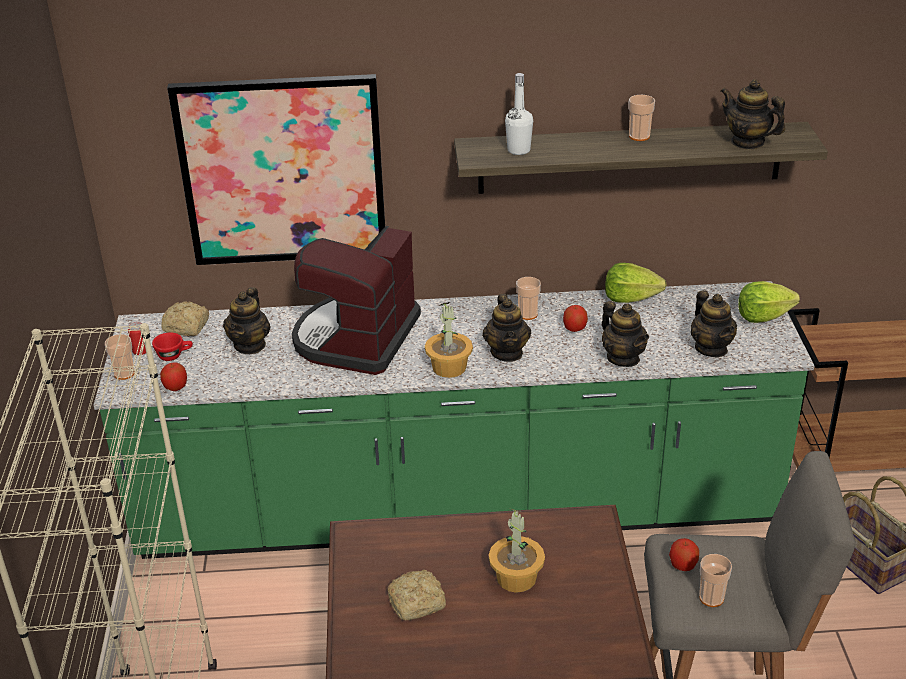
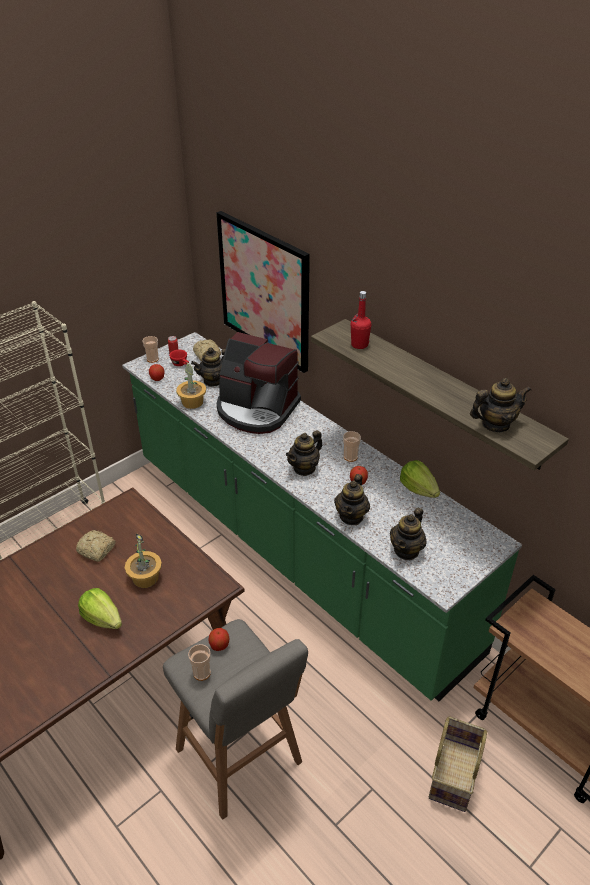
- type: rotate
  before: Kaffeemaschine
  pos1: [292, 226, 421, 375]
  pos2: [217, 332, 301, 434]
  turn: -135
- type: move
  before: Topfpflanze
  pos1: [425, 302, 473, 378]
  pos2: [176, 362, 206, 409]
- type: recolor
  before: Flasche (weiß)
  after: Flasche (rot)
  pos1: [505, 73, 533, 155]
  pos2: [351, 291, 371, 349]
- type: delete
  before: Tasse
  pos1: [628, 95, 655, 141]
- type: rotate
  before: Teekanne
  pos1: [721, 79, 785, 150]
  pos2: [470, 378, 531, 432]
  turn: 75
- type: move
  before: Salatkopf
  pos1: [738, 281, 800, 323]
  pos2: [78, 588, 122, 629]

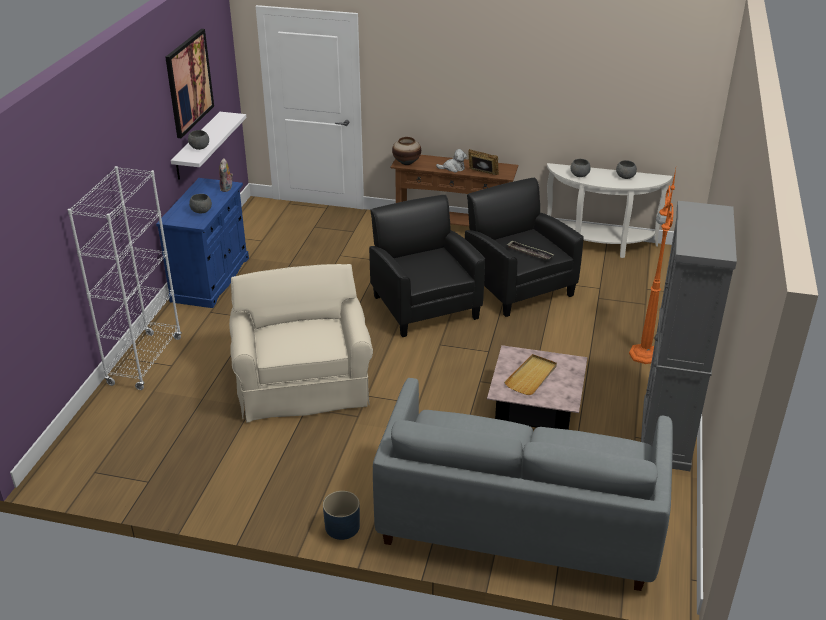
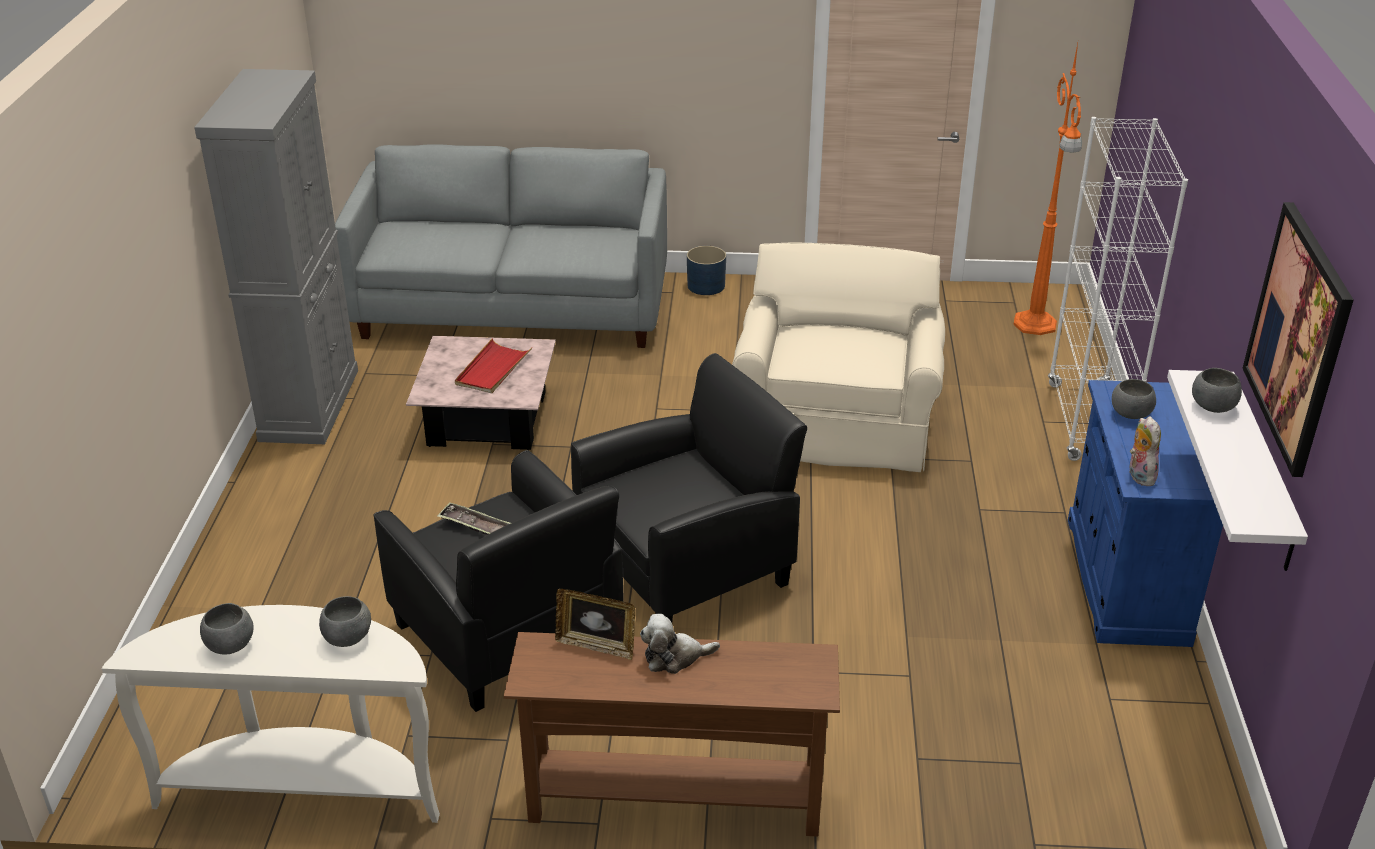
- type: rotate
  before: Sessel (beige)
  pos1: [229, 264, 373, 423]
  pos2: [732, 242, 945, 472]
  turn: -150
- type: rotate
  before: Sessel (schwarz)
  pos1: [369, 195, 485, 337]
  pos2: [571, 353, 807, 622]
  turn: -90
- type: delete
  before: Vase
  pos1: [392, 137, 421, 165]
- type: recolor
  before: Tablett (beige)
  after: Tablett (rot)
  pos1: [504, 354, 557, 395]
  pos2: [455, 338, 532, 394]
- type: move
  before: Stehlampe (orange)
  pos1: [629, 169, 676, 364]
  pos2: [1013, 43, 1082, 335]

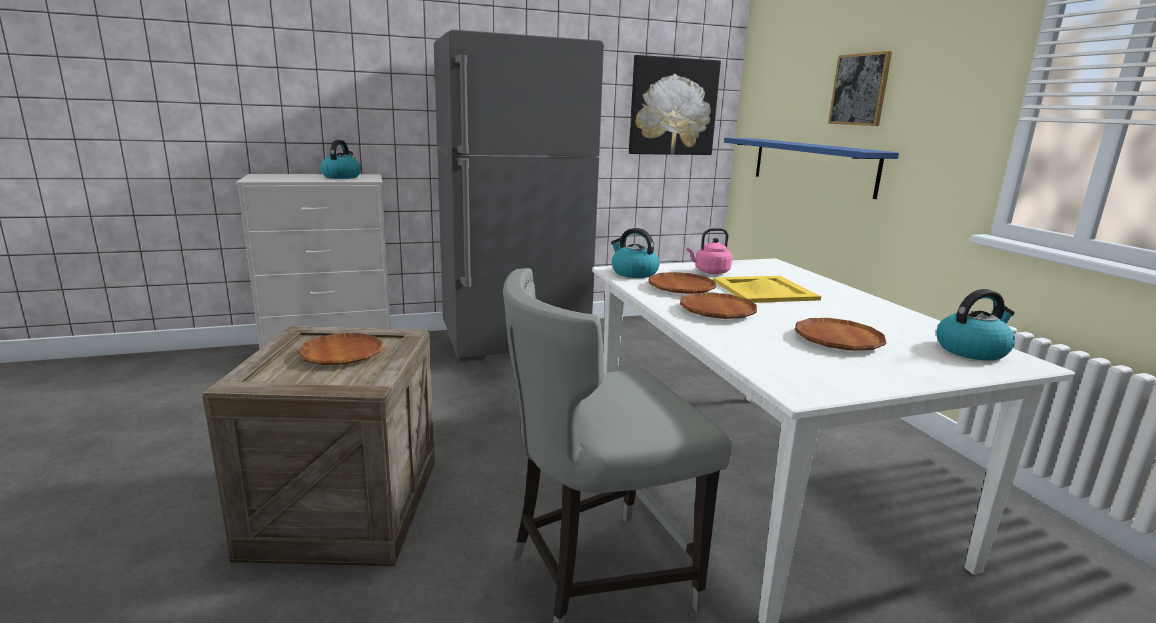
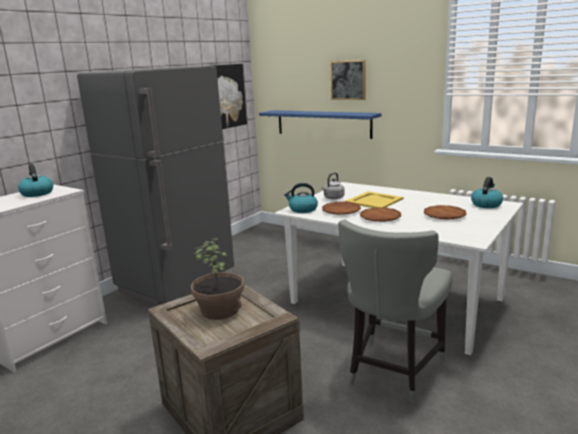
- type: replace
  before: Teller (braun)
  after: Topfpflanze
  pos1: [297, 333, 384, 365]
  pos2: [191, 238, 244, 320]
- type: recolor
  before: Wasserkessel (rosa)
  after: Wasserkessel (grau)
  pos1: [686, 228, 732, 274]
  pos2: [322, 172, 344, 199]

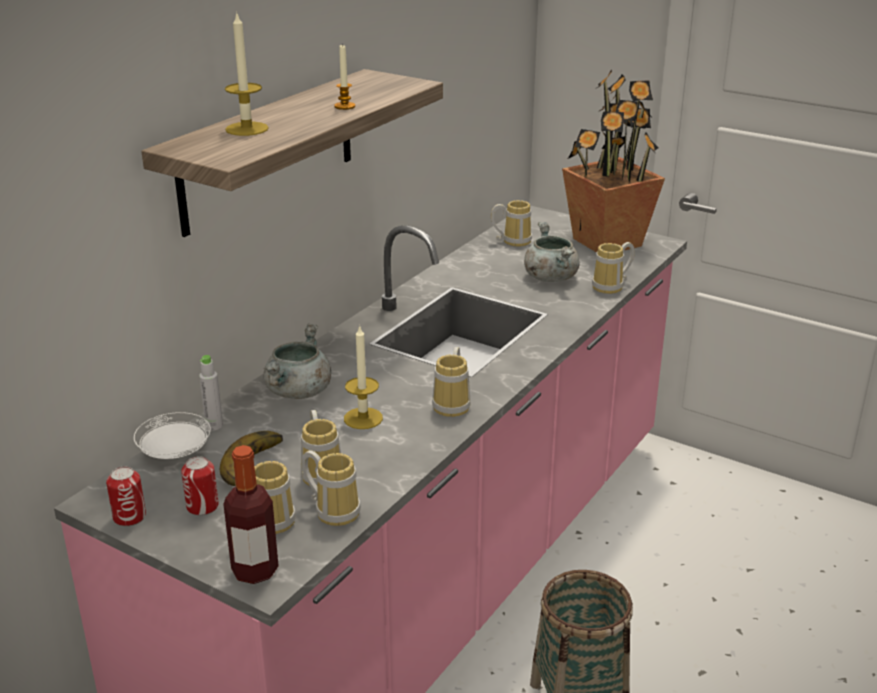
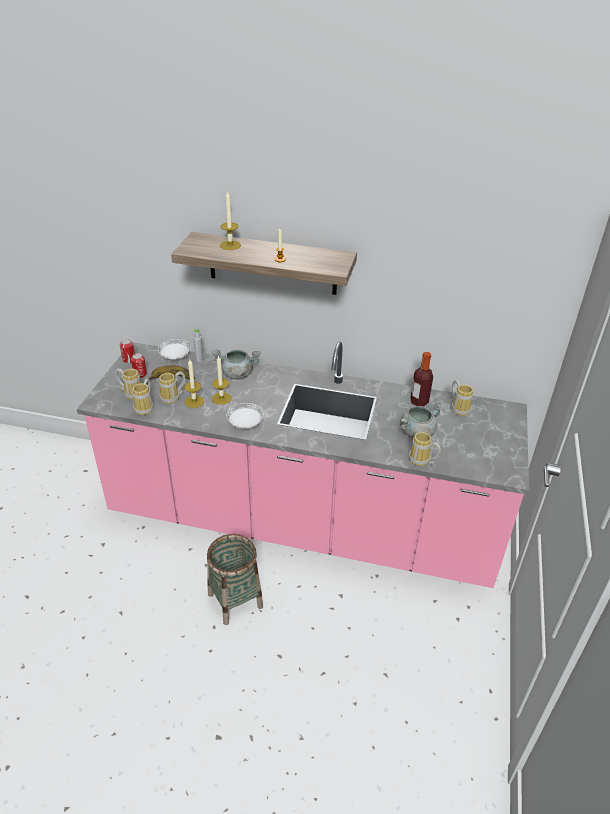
- type: move
  before: Flasche
  pos1: [223, 445, 279, 584]
  pos2: [410, 352, 433, 407]
- type: replace
  before: Henkelbecher
  after: Teller (weiß)
  pos1: [432, 347, 470, 417]
  pos2: [227, 403, 264, 428]
- type: delete
  before: Topfpflanze
  pos1: [562, 69, 665, 253]
- type: insert
  after: Kerze
  pos2: [184, 359, 204, 408]

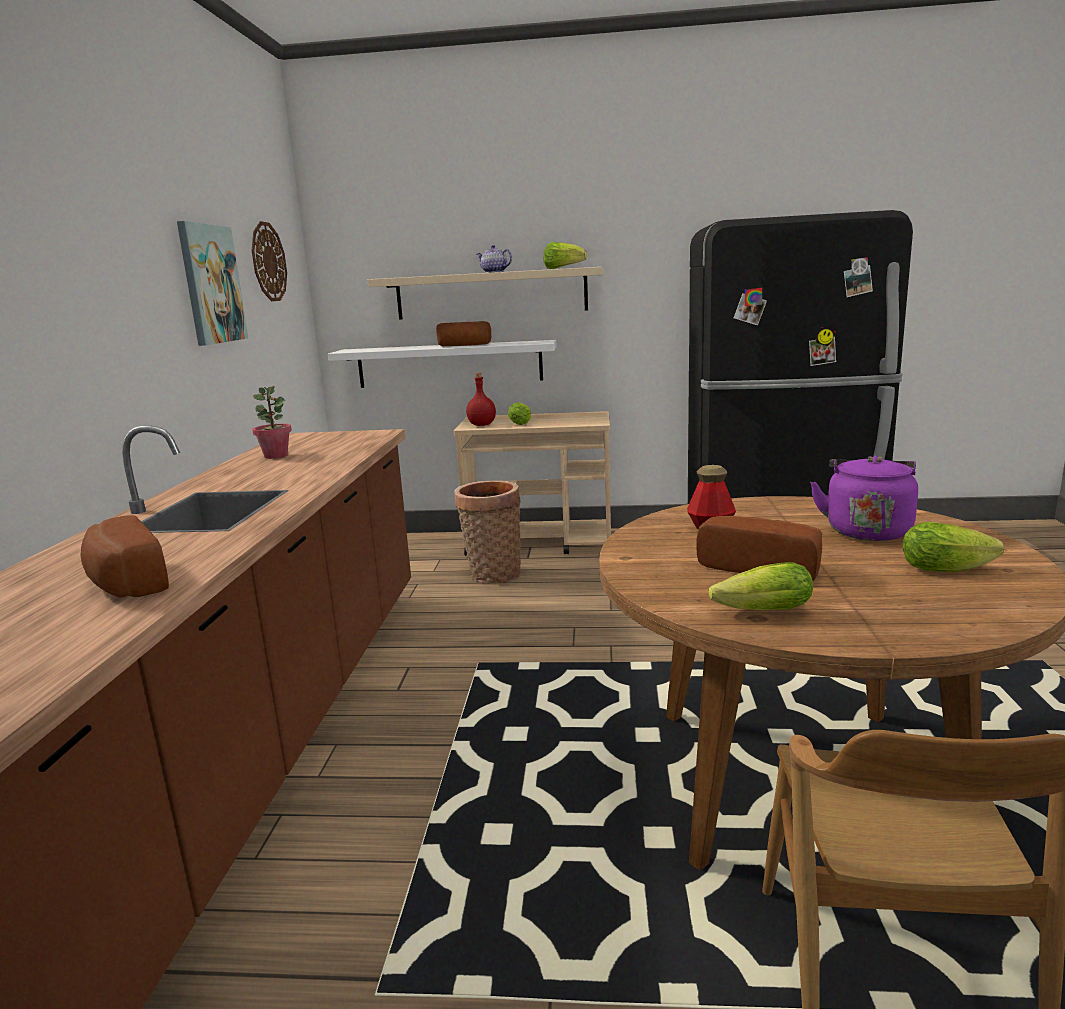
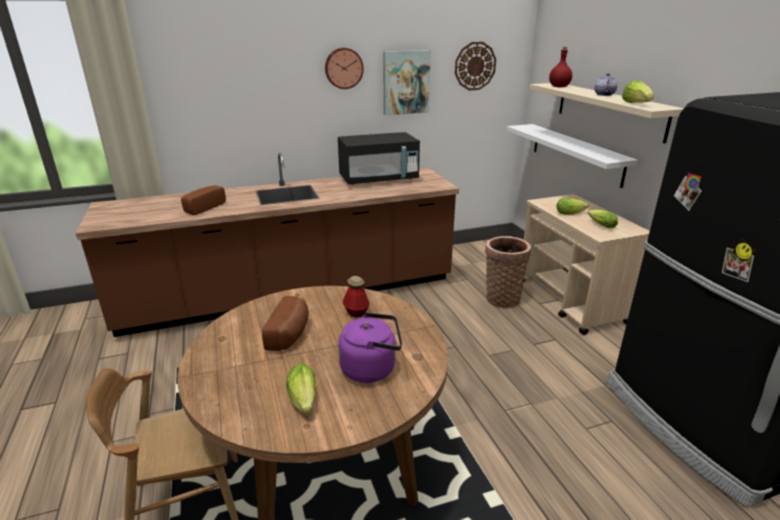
- type: replace
  before: Topfpflanze
  after: Mikrowelle (schwarz)
  pos1: [252, 386, 292, 459]
  pos2: [338, 132, 420, 185]
- type: delete
  before: Brot
  pos1: [436, 321, 491, 346]
- type: move
  before: Flasche (rot)
  pos1: [466, 373, 496, 426]
  pos2: [549, 47, 572, 87]
- type: move
  before: Salatkopf
  pos1: [708, 562, 813, 610]
  pos2: [588, 210, 618, 228]
- type: insert
  after: Wanduhr
  pos2: [325, 48, 364, 89]

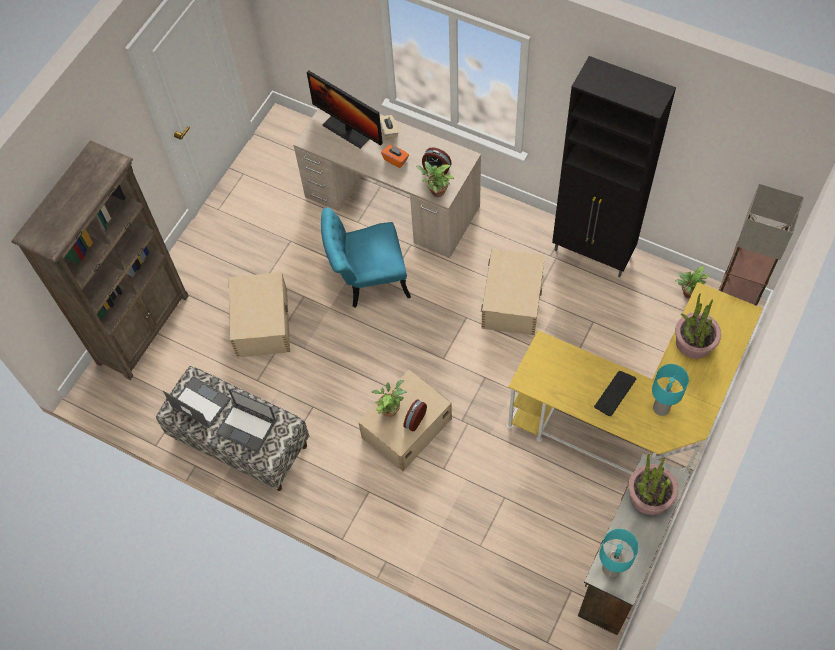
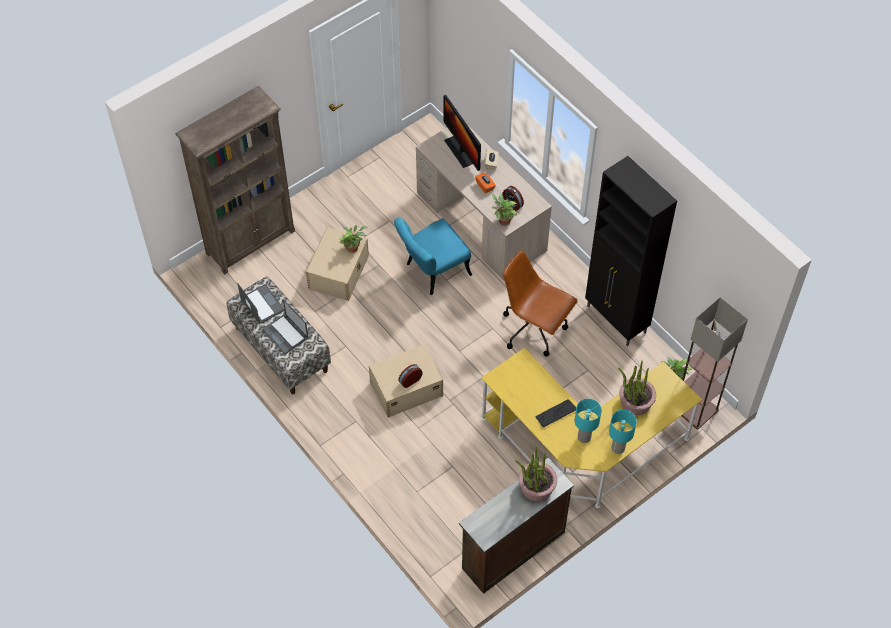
- type: rotate
  before: Stuhl (türkis)
  pos1: [321, 208, 411, 308]
  pos2: [394, 218, 472, 295]
  turn: -45
- type: move
  before: Topfpflanze
  pos1: [372, 380, 407, 417]
  pos2: [339, 225, 367, 253]
- type: replace
  before: Aufbewahrungsbox (beige)
  after: Bürostuhl (braun)
  pos1: [481, 249, 545, 335]
  pos2: [503, 250, 578, 357]
- type: move
  before: Tischlampe (türkis)
  pos1: [599, 529, 639, 578]
  pos2: [609, 410, 637, 454]

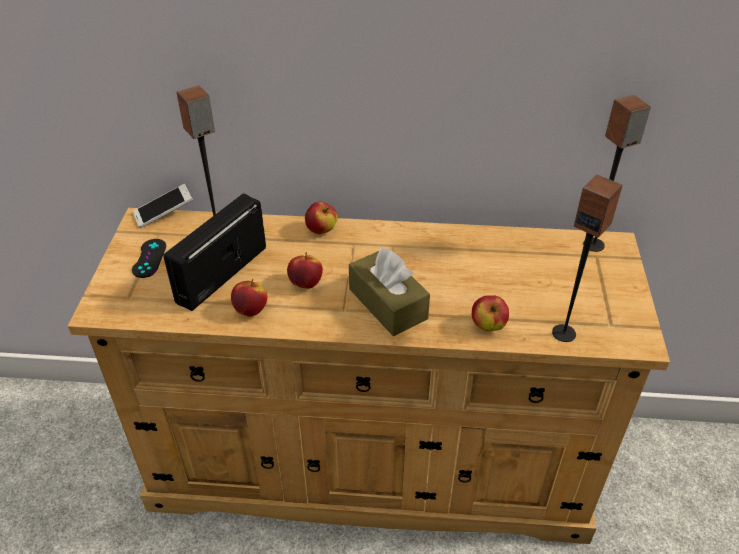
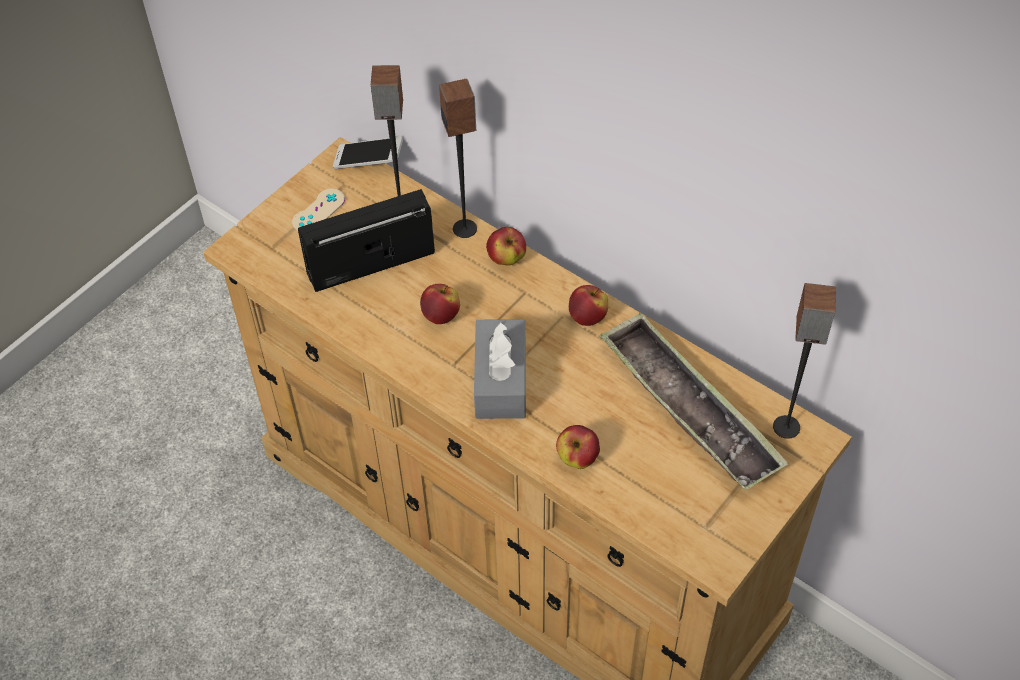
- type: recolor
  before: Gamepad (schwarz)
  after: Gamepad (beige)
  pos1: [132, 239, 166, 278]
  pos2: [292, 189, 345, 231]
- type: move
  before: Apfel
  pos1: [231, 279, 267, 316]
  pos2: [569, 285, 608, 326]
- type: recolor
  before: Taschentuchbox (braun)
  after: Taschentuchbox (grau)
  pos1: [349, 248, 430, 336]
  pos2: [474, 319, 526, 419]
- type: move
  before: Lautsprecher
  pos1: [552, 174, 623, 342]
  pos2: [439, 79, 477, 238]
- type: insert
  after: Tablett
  pos2: [600, 312, 788, 490]

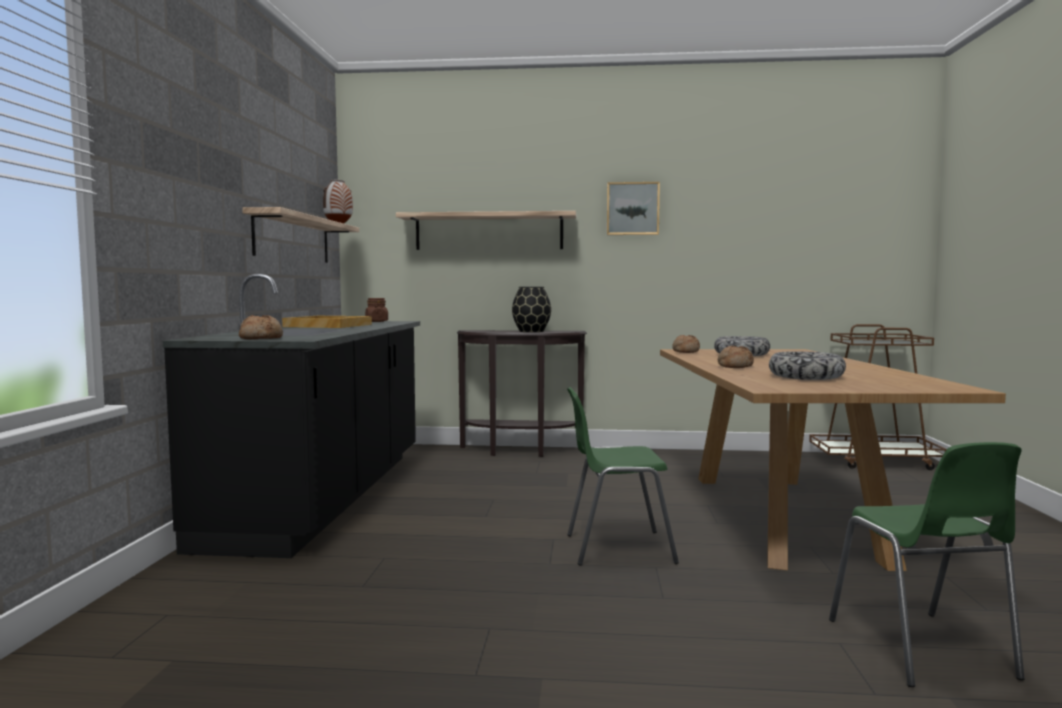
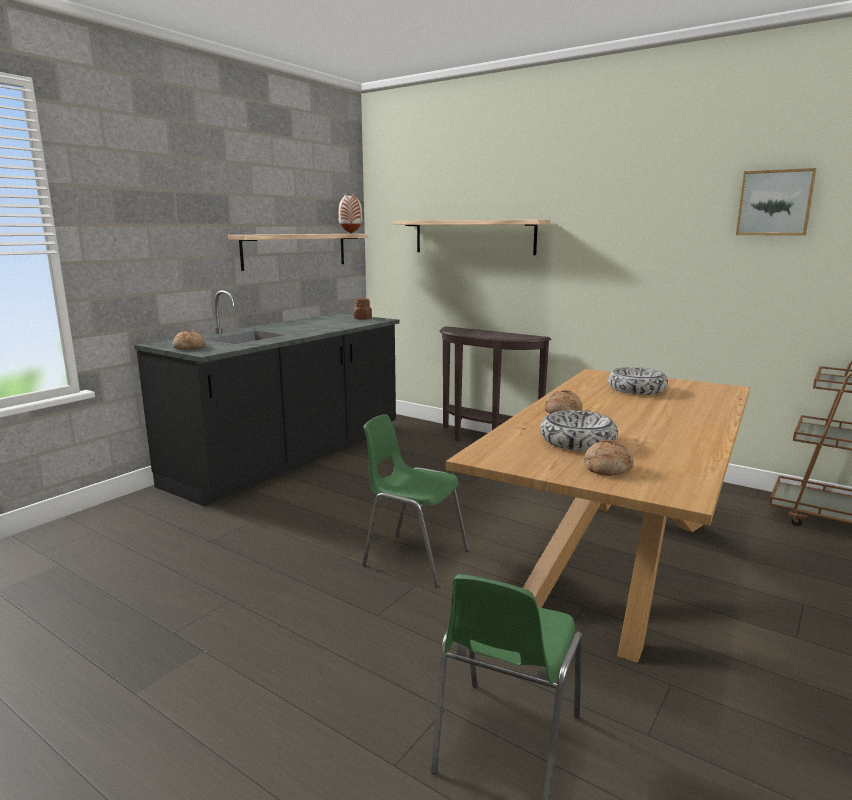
- type: delete
  before: Tablett (beige)
  pos1: [282, 316, 372, 328]
- type: delete
  before: Vase (schwarz)
  pos1: [512, 287, 551, 332]
- type: move
  before: Bild
  pos1: [607, 182, 660, 235]
  pos2: [736, 168, 816, 236]
- type: move
  before: Brot
  pos1: [672, 335, 700, 353]
  pos2: [584, 439, 634, 476]

